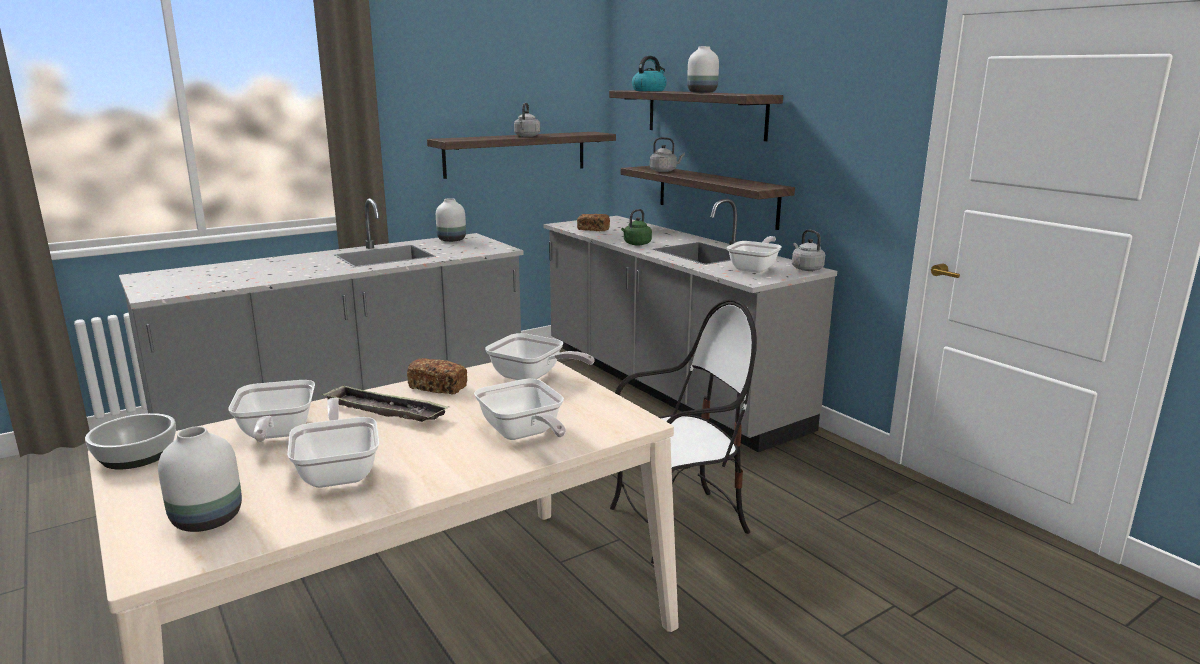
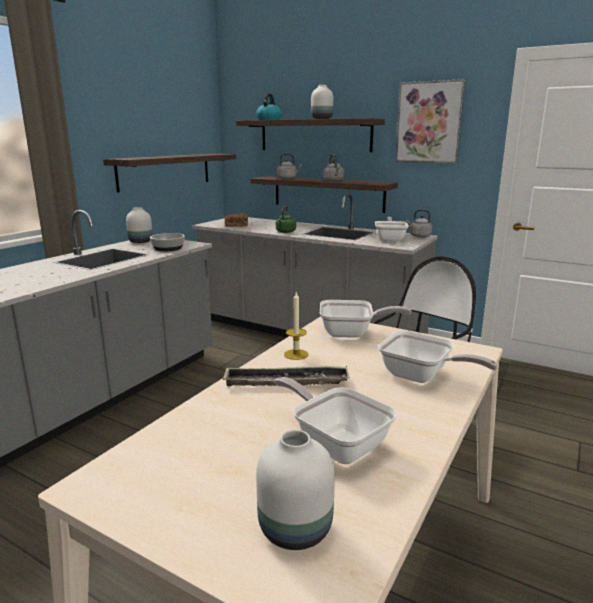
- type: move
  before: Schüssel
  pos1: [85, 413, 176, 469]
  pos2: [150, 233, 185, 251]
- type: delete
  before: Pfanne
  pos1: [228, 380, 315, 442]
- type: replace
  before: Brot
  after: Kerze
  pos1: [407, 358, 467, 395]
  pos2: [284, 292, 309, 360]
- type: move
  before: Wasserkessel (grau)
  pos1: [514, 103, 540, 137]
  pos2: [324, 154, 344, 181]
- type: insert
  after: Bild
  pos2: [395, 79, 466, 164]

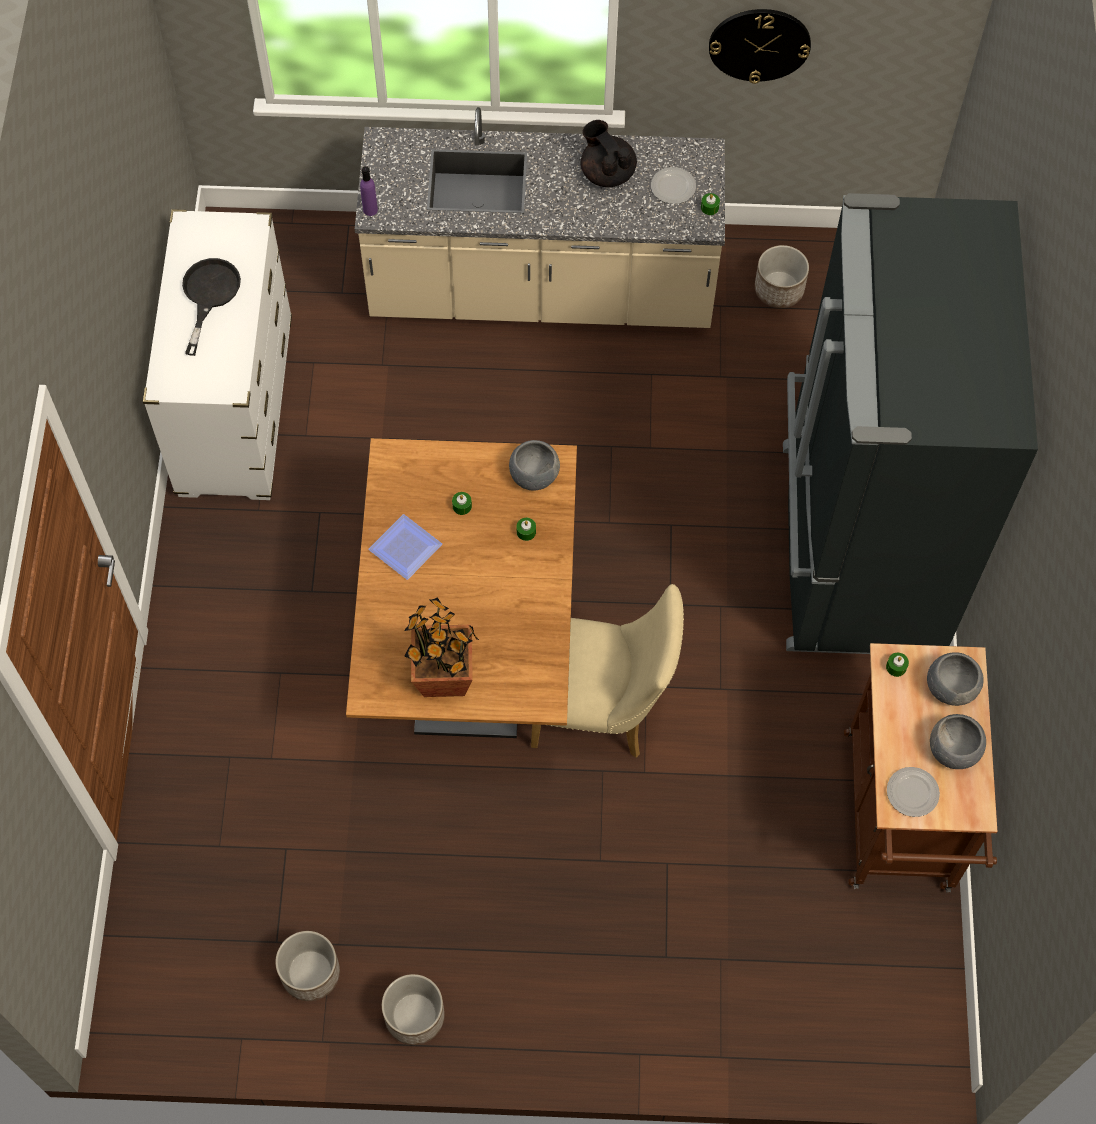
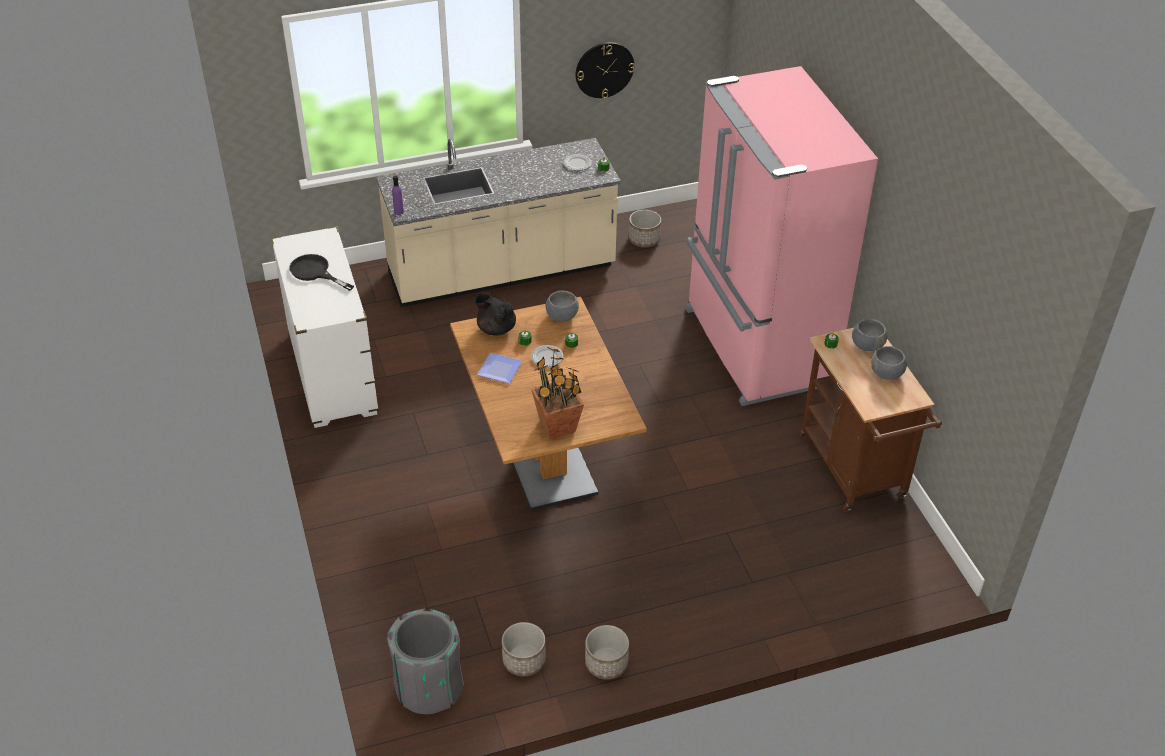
- type: rotate
  before: Pfanne (schwarz)
  pos1: [182, 258, 241, 356]
  pos2: [289, 254, 354, 291]
  turn: -45
- type: delete
  before: Stuhl (beige)
  pos1: [531, 584, 684, 758]
- type: move
  before: Teekanne (schwarz)
  pos1: [581, 120, 637, 187]
  pos2: [474, 292, 516, 336]
- type: recolor
  before: Kühlschrank (schwarz)
  after: Kühlschrank (rosa)
  pos1: [783, 193, 1038, 654]
  pos2: [685, 66, 878, 406]
- type: move
  before: Teller
  pos1: [887, 767, 940, 817]
  pos2: [531, 345, 563, 367]
- type: insert
  after: Mülleimer (grau)
  pos2: [387, 608, 464, 715]

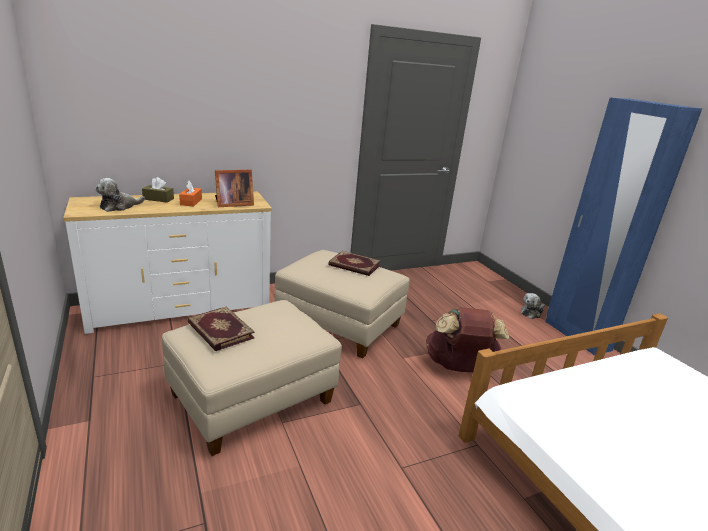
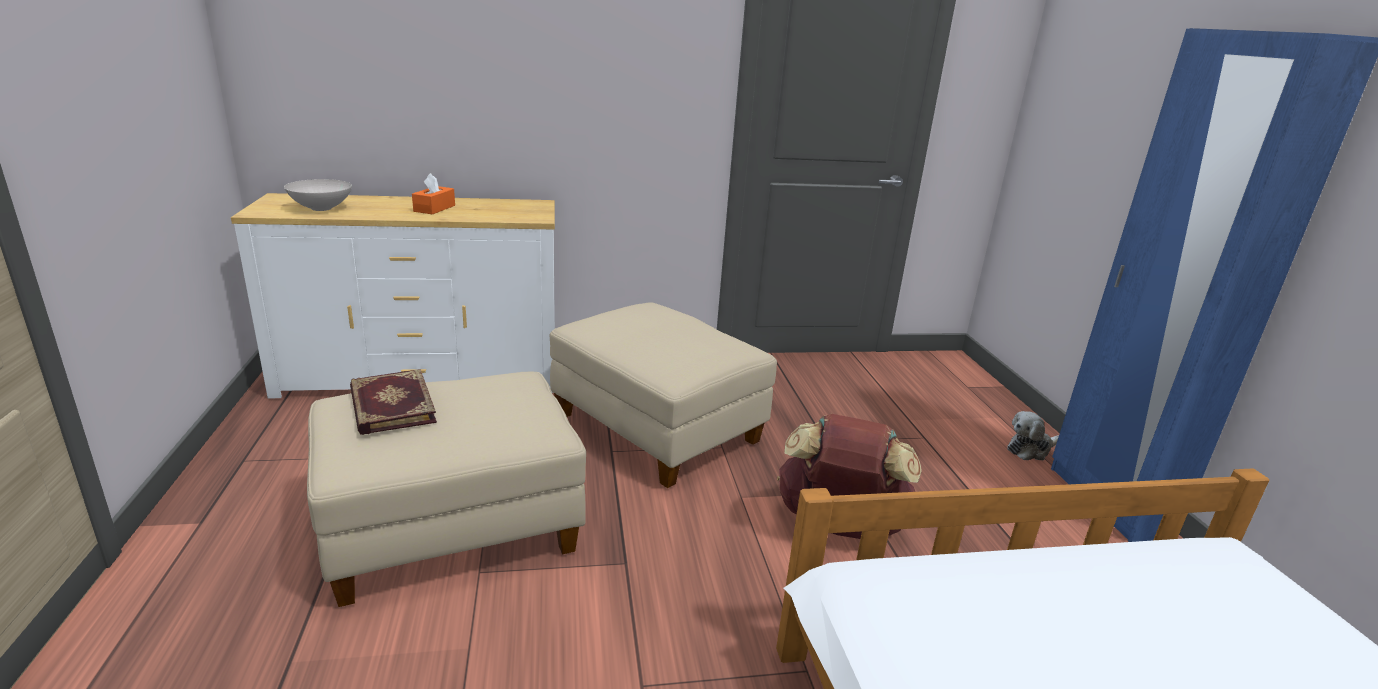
- type: replace
  before: Plüschtier
  after: Schüssel (weiß)
  pos1: [96, 178, 145, 212]
  pos2: [284, 179, 352, 211]
- type: delete
  before: Taschentuchbox (braun)
  pos1: [142, 177, 174, 203]
- type: delete
  before: Bilderrahmen
  pos1: [215, 170, 254, 207]
- type: delete
  before: Buch
  pos1: [328, 251, 381, 276]

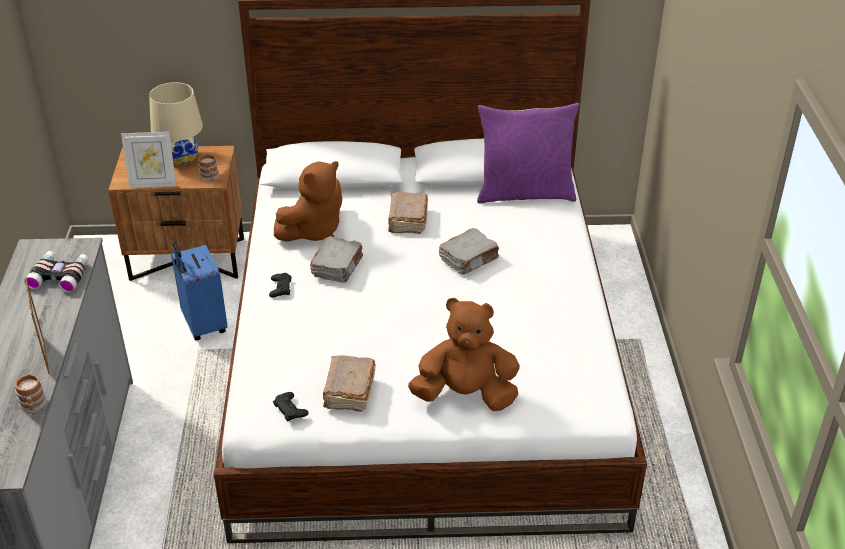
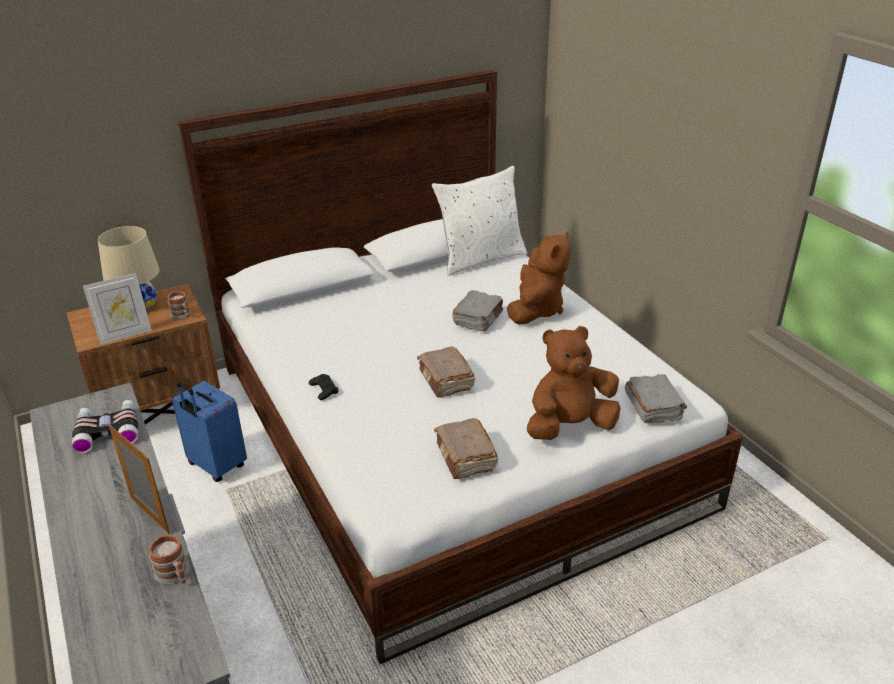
- type: delete
  before: Gamepad (schwarz)
  pos1: [273, 392, 308, 422]
- type: move
  before: Plüschtier (braun)
  pos1: [274, 161, 342, 242]
  pos2: [507, 231, 571, 324]
- type: move
  before: Buch (grau)
  pos1: [310, 236, 363, 283]
  pos2: [625, 374, 687, 424]
- type: move
  before: Buch (braun)
  pos1: [388, 192, 428, 234]
  pos2: [417, 347, 475, 397]
- type: recolor
  before: Kissen (lila)
  after: Kissen (weiß)
  pos1: [477, 103, 579, 203]
  pos2: [432, 166, 527, 276]

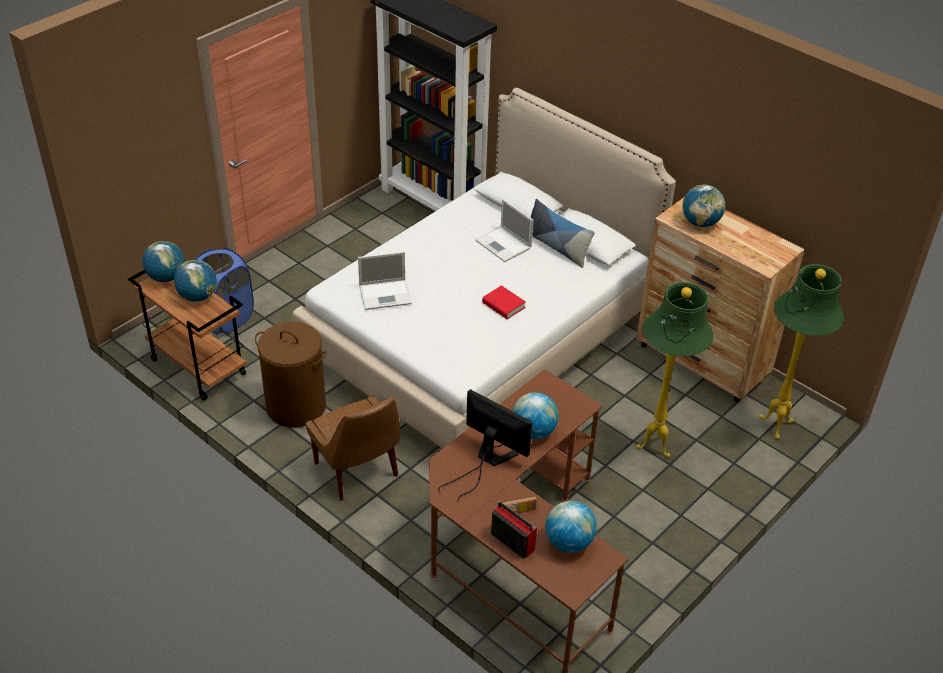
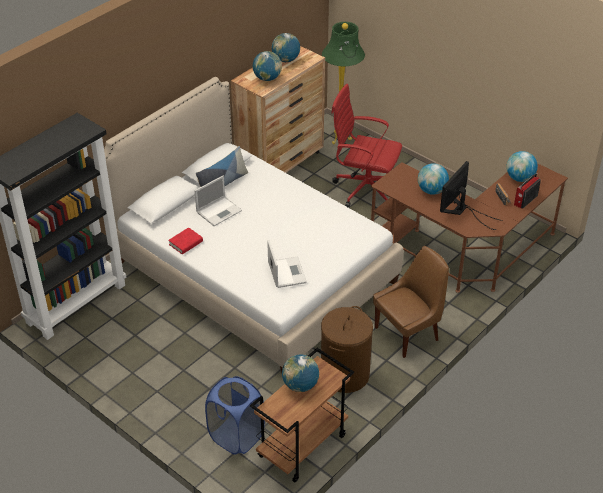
- type: move
  before: Globus
  pos1: [142, 241, 185, 282]
  pos2: [272, 33, 300, 62]
- type: move
  before: Buch (rot)
  pos1: [482, 285, 526, 319]
  pos2: [168, 227, 203, 254]
- type: replace
  before: Stehlampe (grün)
  after: Bürostuhl (rot)
  pos1: [636, 282, 713, 458]
  pos2: [331, 84, 402, 208]

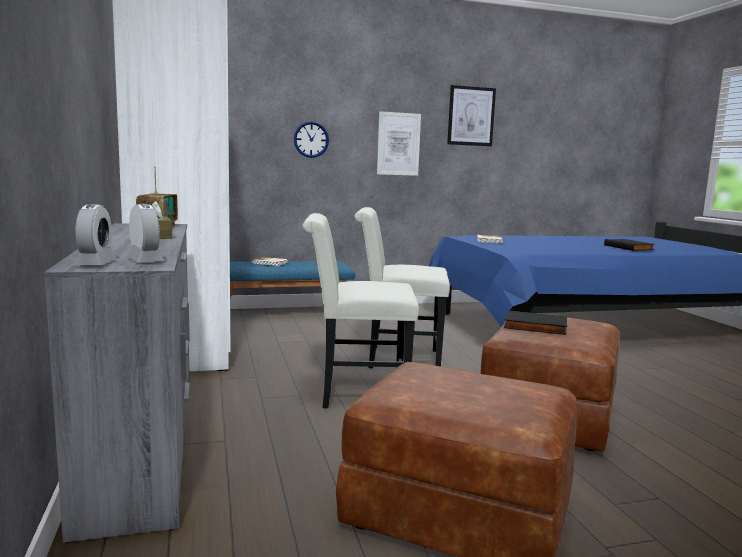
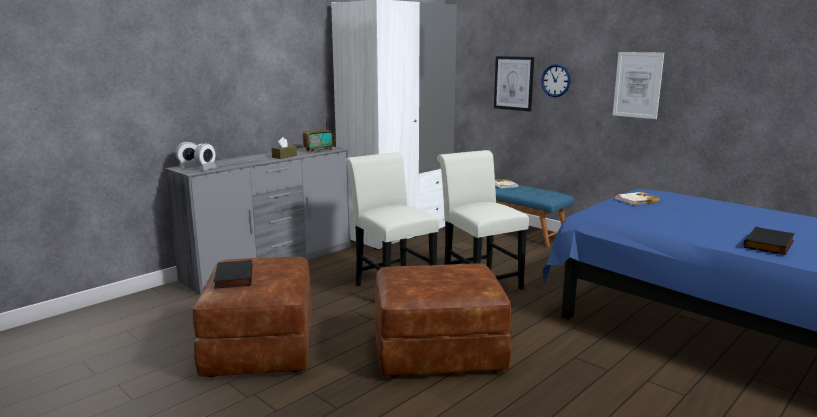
- type: move
  before: Bild
  pos1: [447, 85, 496, 146]
  pos2: [494, 56, 534, 111]
- type: move
  before: Buch (schwarz)
  pos1: [504, 311, 567, 335]
  pos2: [214, 260, 253, 289]

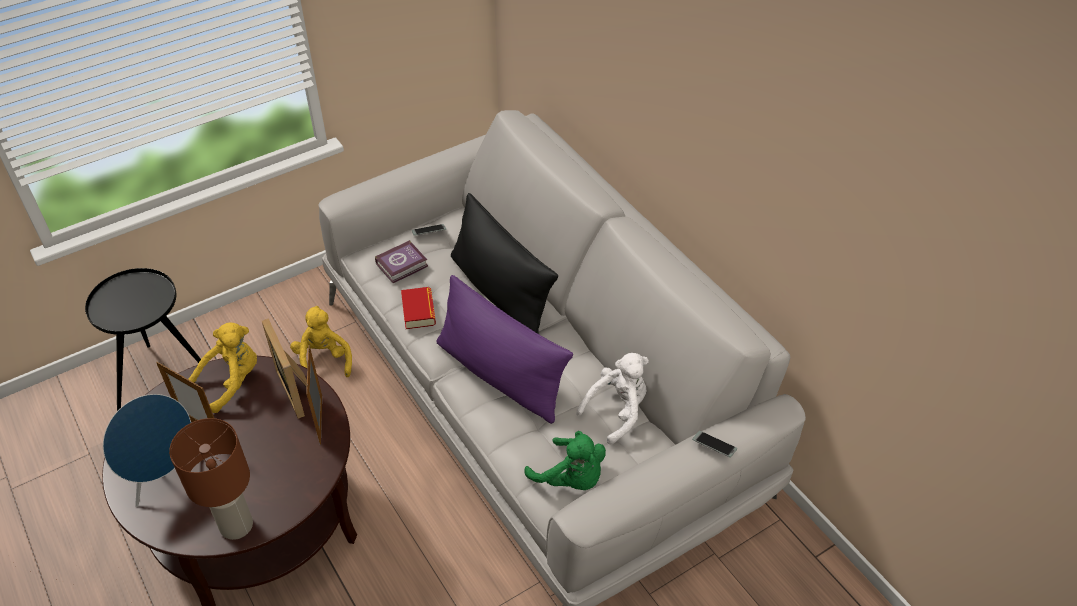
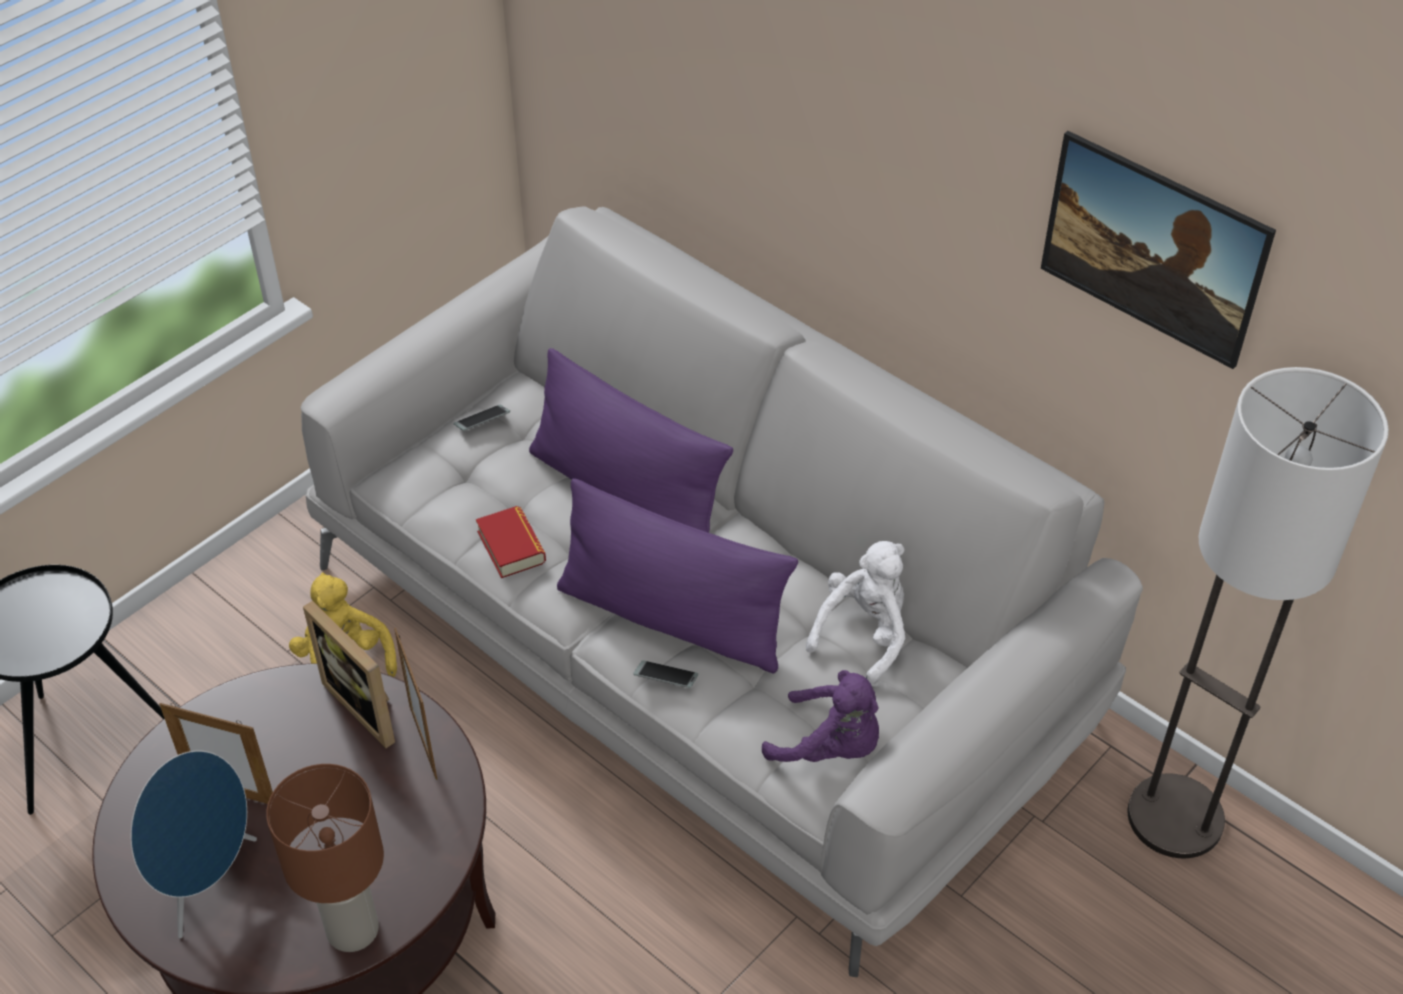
- type: delete
  before: Plüschtier (gelb)
  pos1: [188, 322, 257, 413]
- type: delete
  before: Buch
  pos1: [375, 240, 428, 283]
- type: recolor
  before: Kissen (schwarz)
  after: Kissen (lila)
  pos1: [451, 193, 558, 334]
  pos2: [529, 348, 733, 533]
- type: recolor
  before: Plüschtier (grün)
  after: Plüschtier (lila)
  pos1: [524, 431, 606, 490]
  pos2: [762, 670, 879, 762]
- type: move
  before: Handy
  pos1: [692, 431, 737, 458]
  pos2: [633, 660, 698, 688]
- type: insert
  after: Bild
  pos2: [1041, 131, 1276, 369]
- type: insert
  after: Stehlampe
  pos2: [1128, 367, 1389, 858]

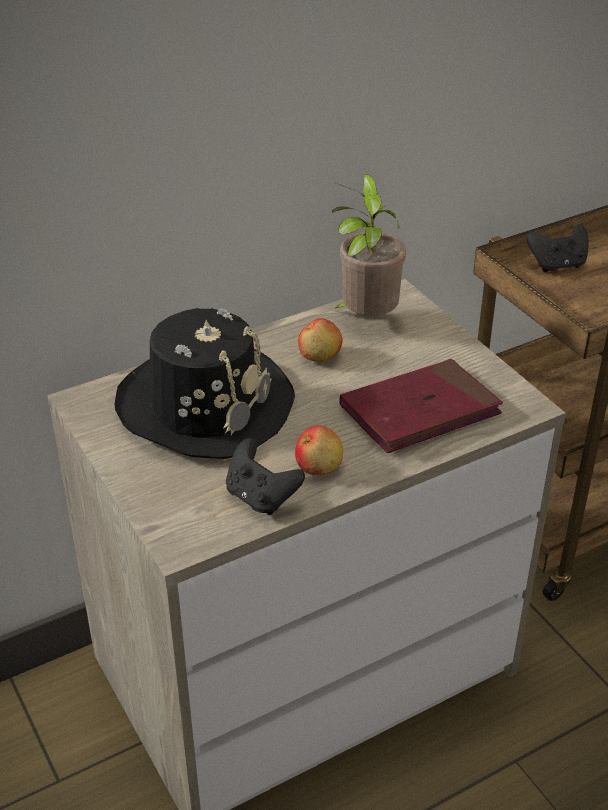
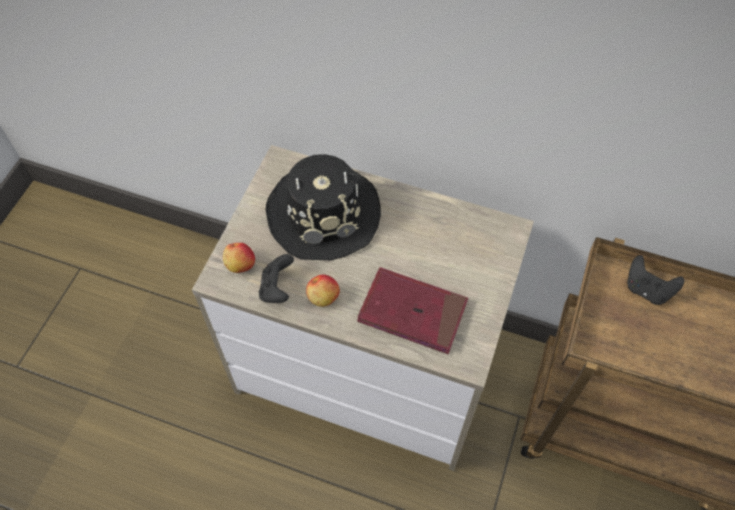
- type: move
  before: Apfel
  pos1: [298, 318, 342, 362]
  pos2: [223, 243, 255, 273]
- type: delete
  before: Topfpflanze
  pos1: [332, 174, 406, 316]

